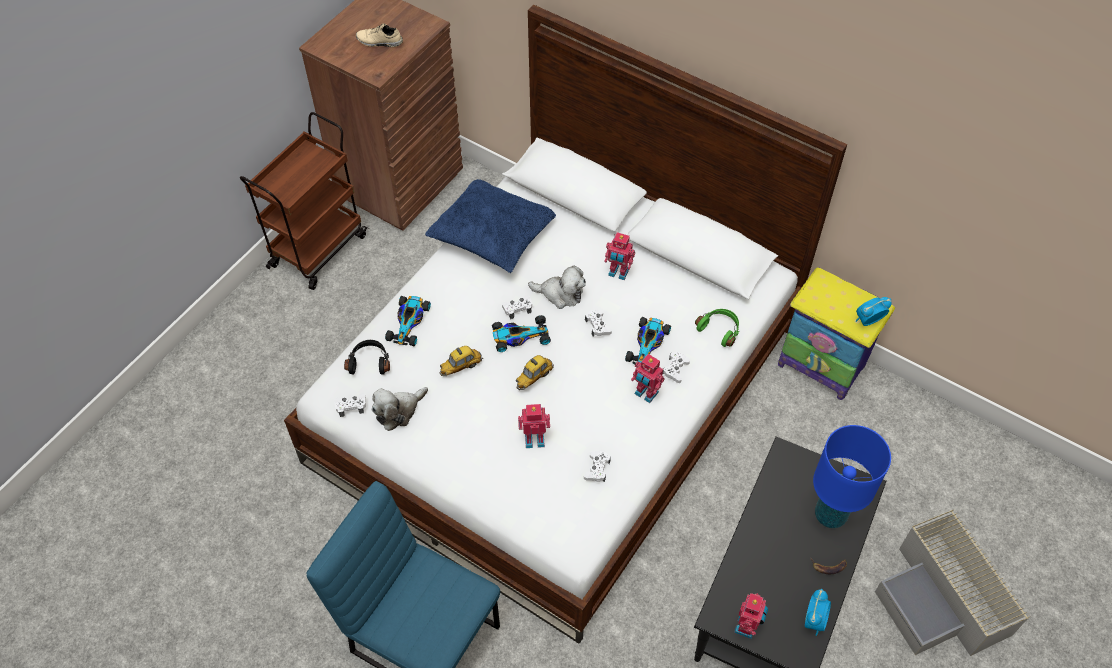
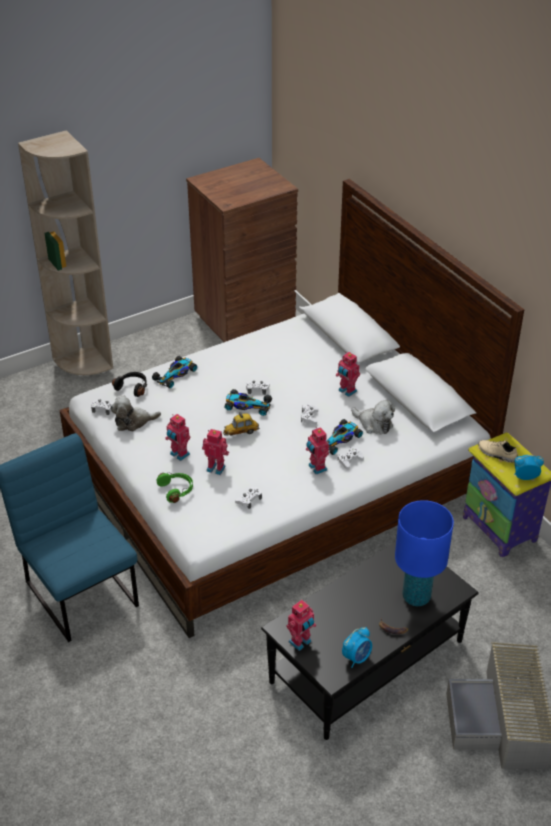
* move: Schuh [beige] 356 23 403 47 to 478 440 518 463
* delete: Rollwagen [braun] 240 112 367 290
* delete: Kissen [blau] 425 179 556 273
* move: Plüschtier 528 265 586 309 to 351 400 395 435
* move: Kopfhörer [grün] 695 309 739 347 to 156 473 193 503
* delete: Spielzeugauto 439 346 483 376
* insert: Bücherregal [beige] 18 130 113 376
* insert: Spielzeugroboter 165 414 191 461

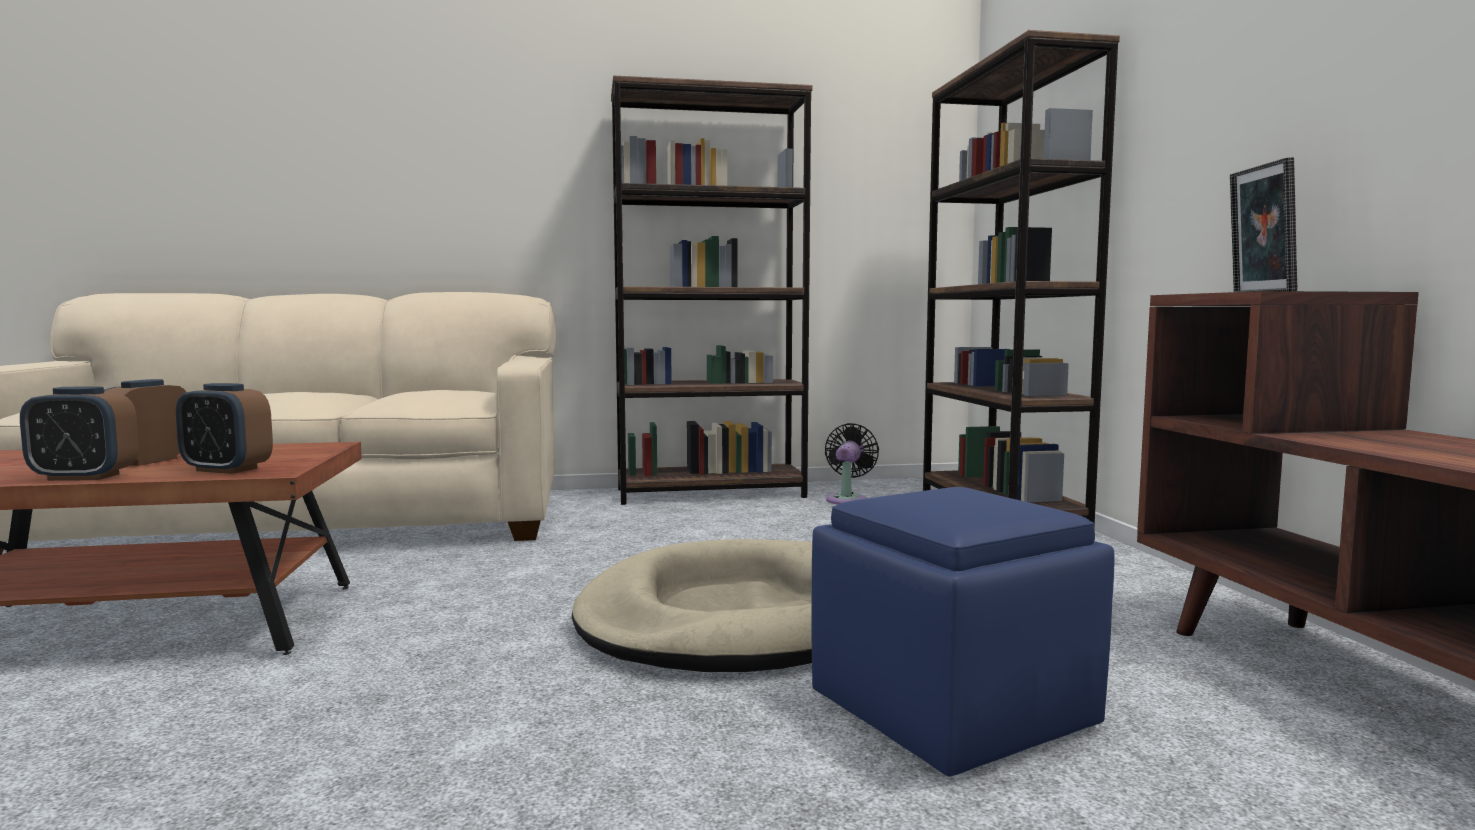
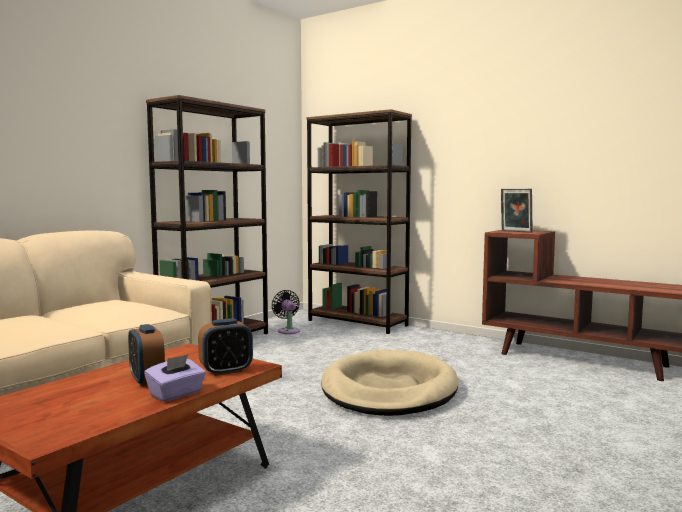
* replace: Wecker 20 386 139 481 to Taschentuchbox [lila] 144 354 206 402
* delete: Polsterhocker [blau] 811 487 1115 776

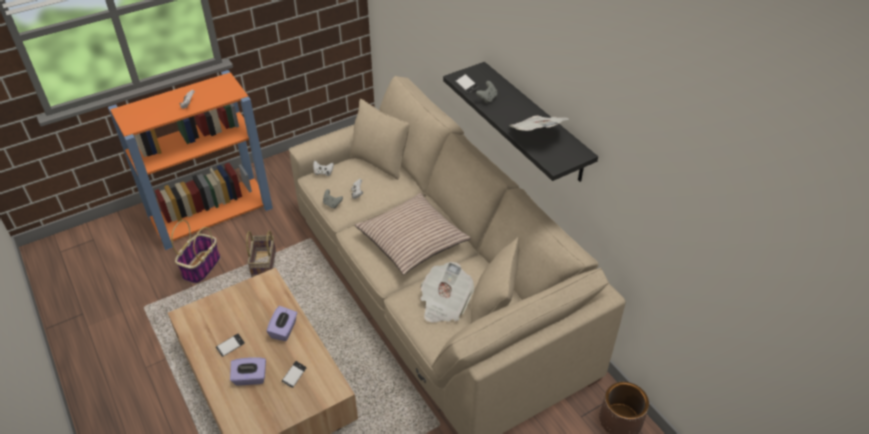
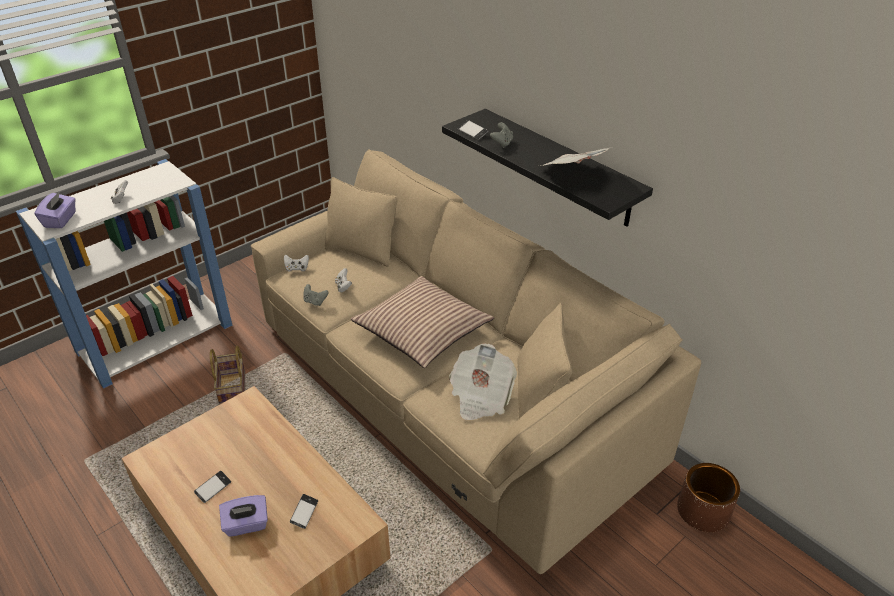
* recolor: Bücherregal [orange] 108 70 273 250 to Bücherregal [weiß] 16 159 233 389
* delete: Korb 171 220 221 284
* move: Taschentuchbox [lila] 267 306 297 341 to 35 191 76 228

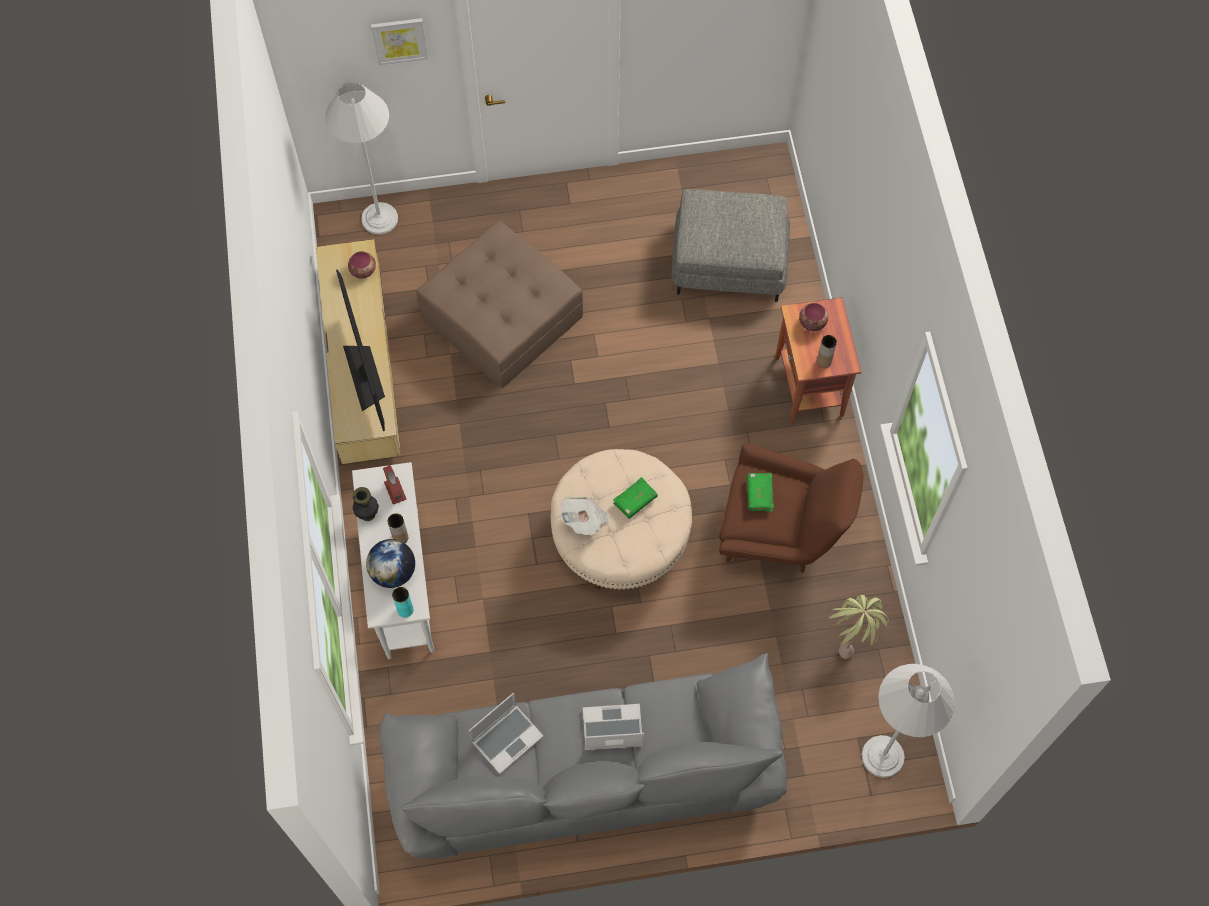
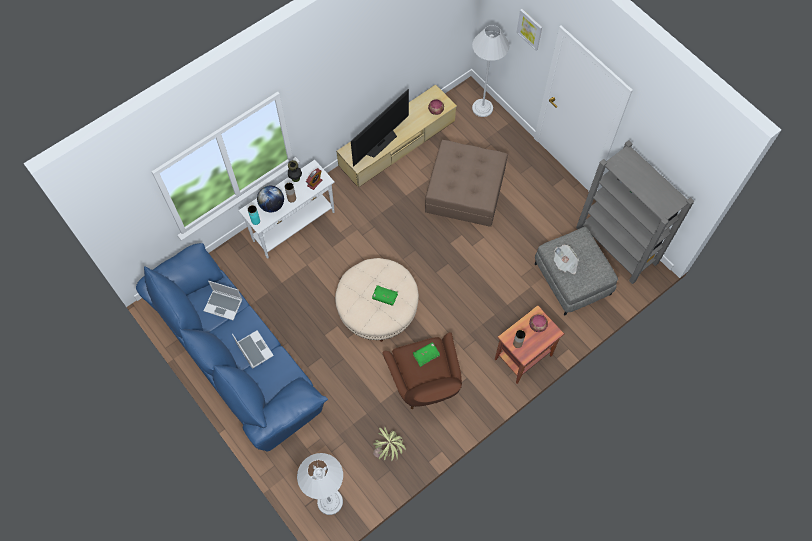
* move: Zeitung 559 496 610 536 to 554 245 579 274
* recolor: Sofa [grau] 379 653 787 859 to Sofa [blau] 136 243 328 452
* insert: Bücherregal [grau] 576 140 694 284

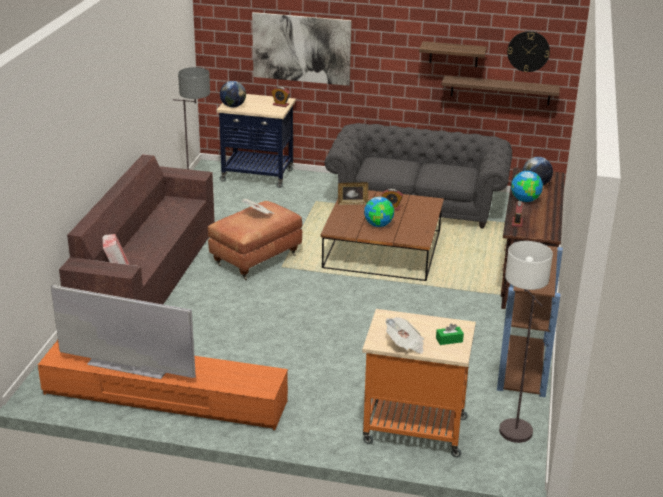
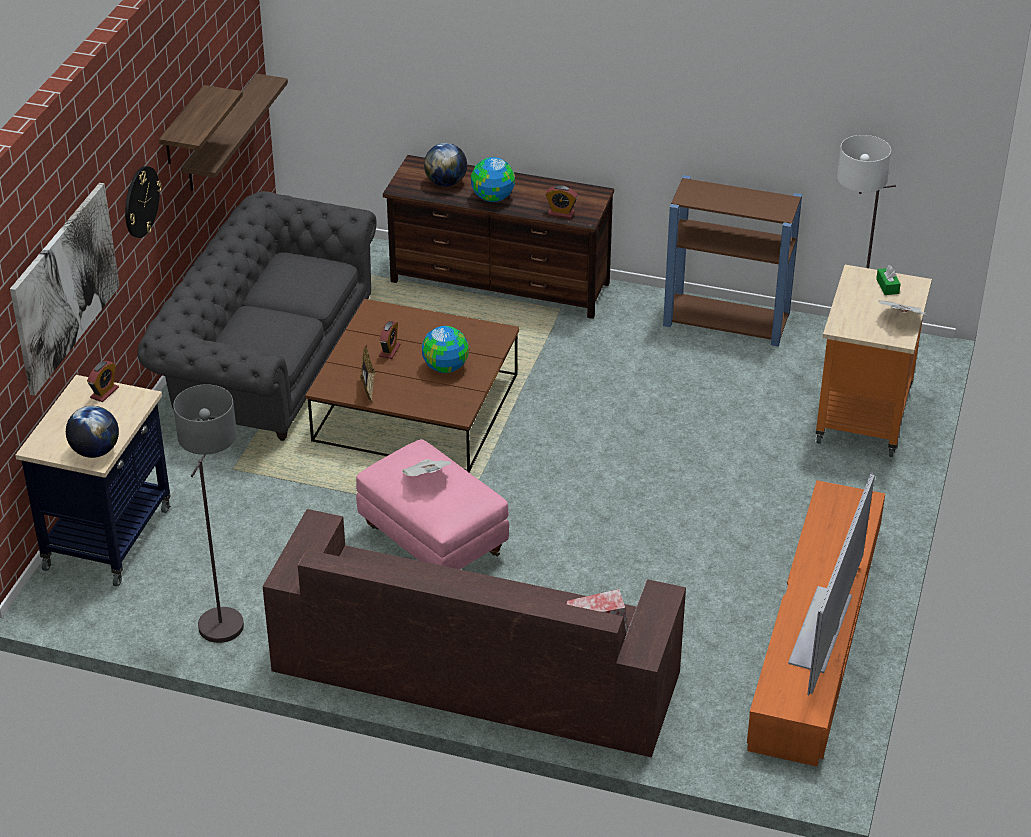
* move: Wanduhr 507 31 550 72 to 125 166 162 238
* recolor: Polsterhocker [braun] 208 201 302 280 to Polsterhocker [rosa] 356 439 509 569

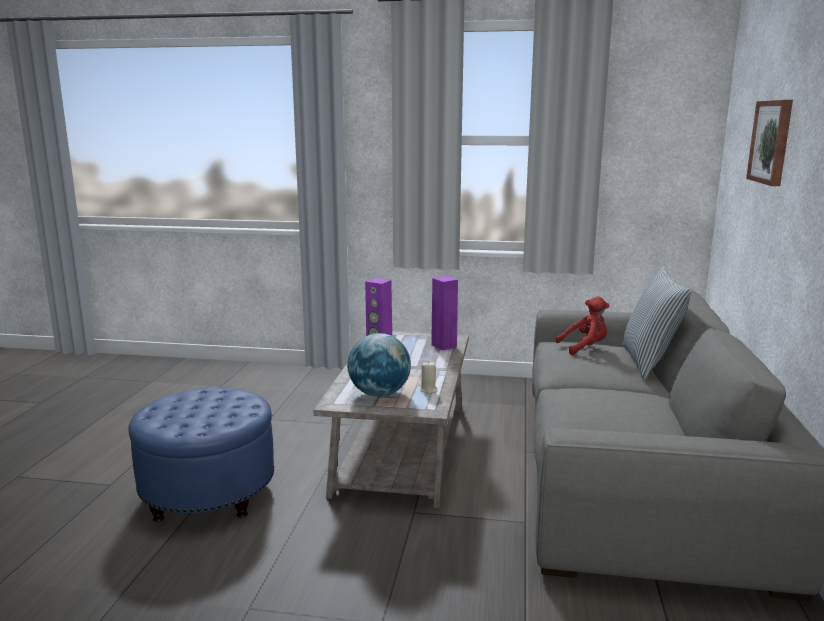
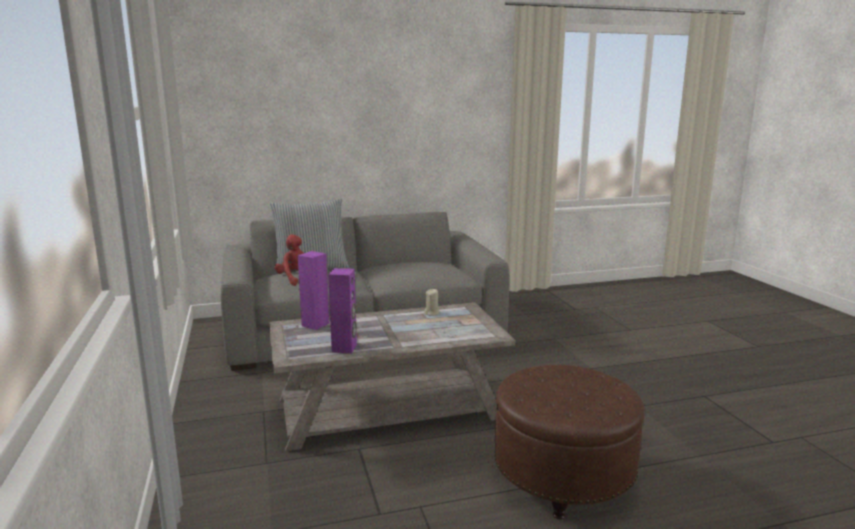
* delete: Bild 746 100 793 186
* delete: Globus 347 333 411 397
* recolor: Polsterhocker [blau] 128 388 274 522 to Polsterhocker [braun] 494 365 645 519

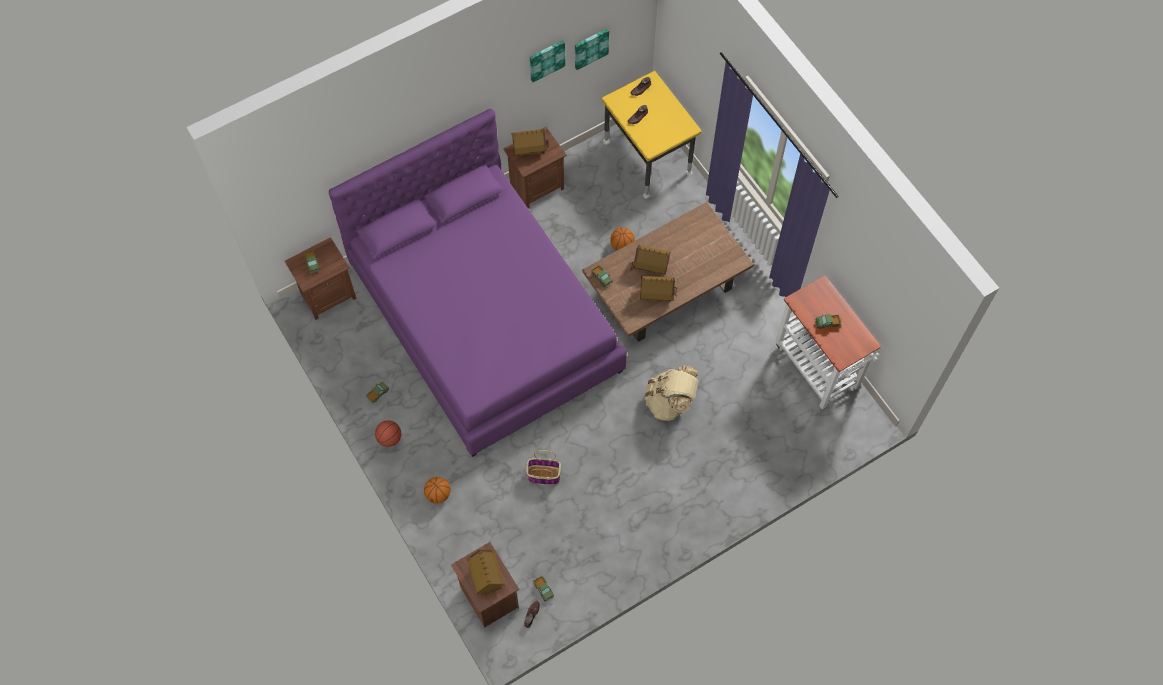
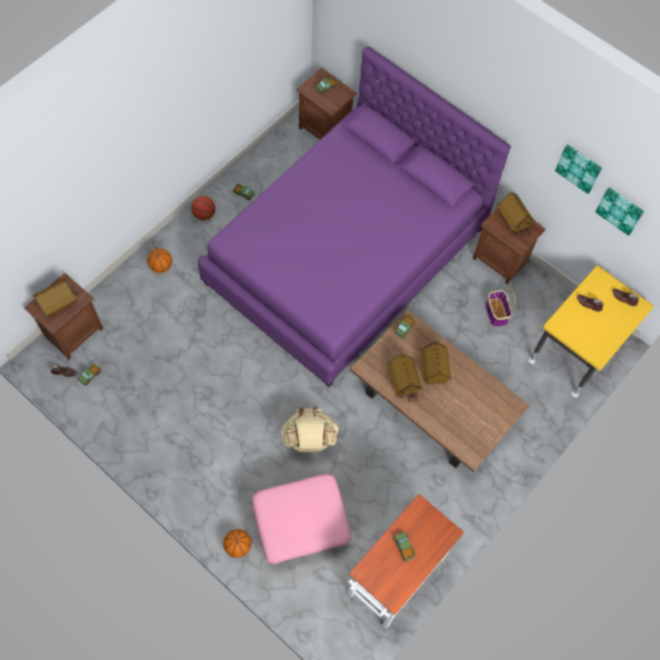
* move: Basketball 610 228 635 250 to 223 529 251 558
* move: Korb 526 450 561 485 to 486 288 516 327
* insert: Polsterhocker [rosa] 252 474 351 564

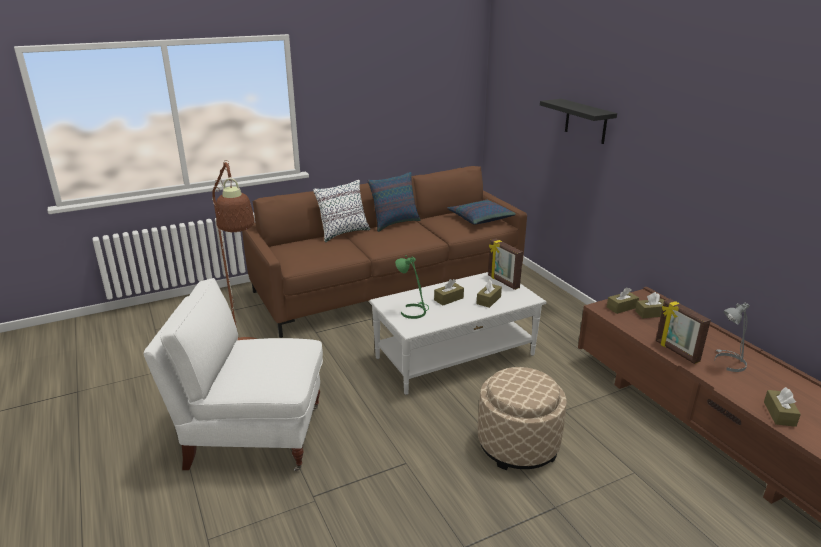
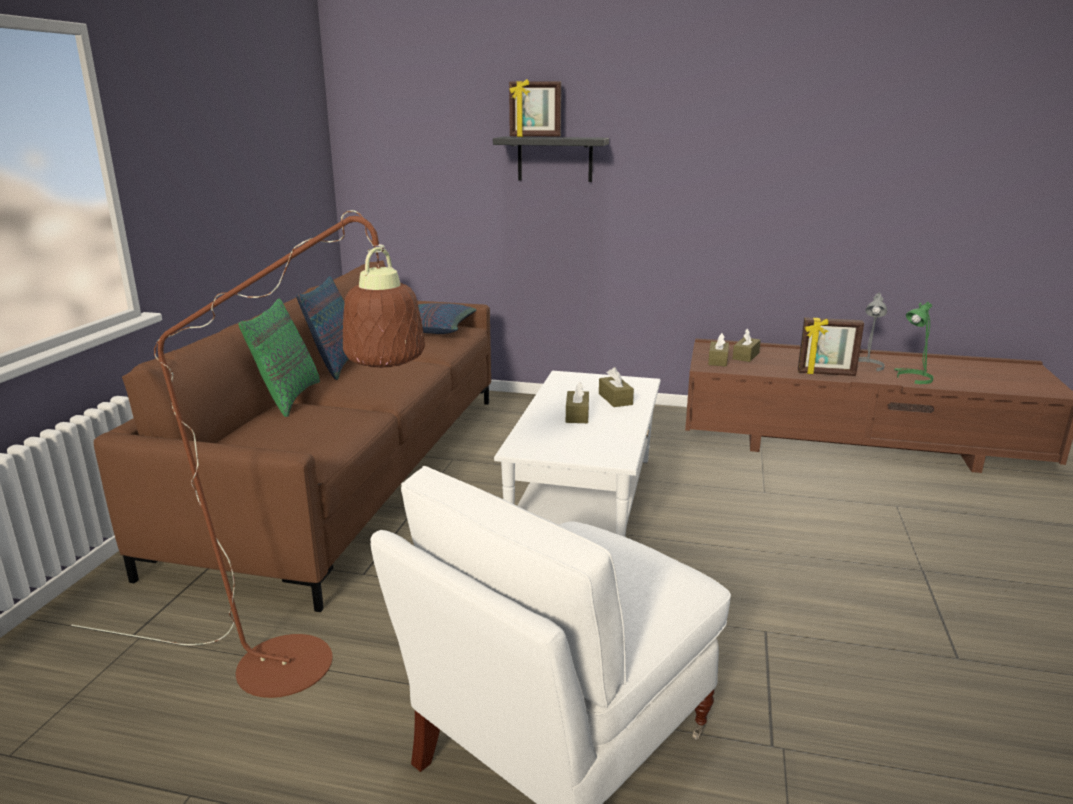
* recolor: Kissen [weiß] 313 180 370 242 to Kissen [grün] 238 299 320 417
* move: Bilderrahmen 488 238 523 290 to 509 79 561 137
* move: Tischlampe [grün] 395 255 429 319 to 894 302 934 384
* delete: Polsterhocker [beige] 478 367 567 470
* delete: Taschentuchbox [braun] 764 387 801 427

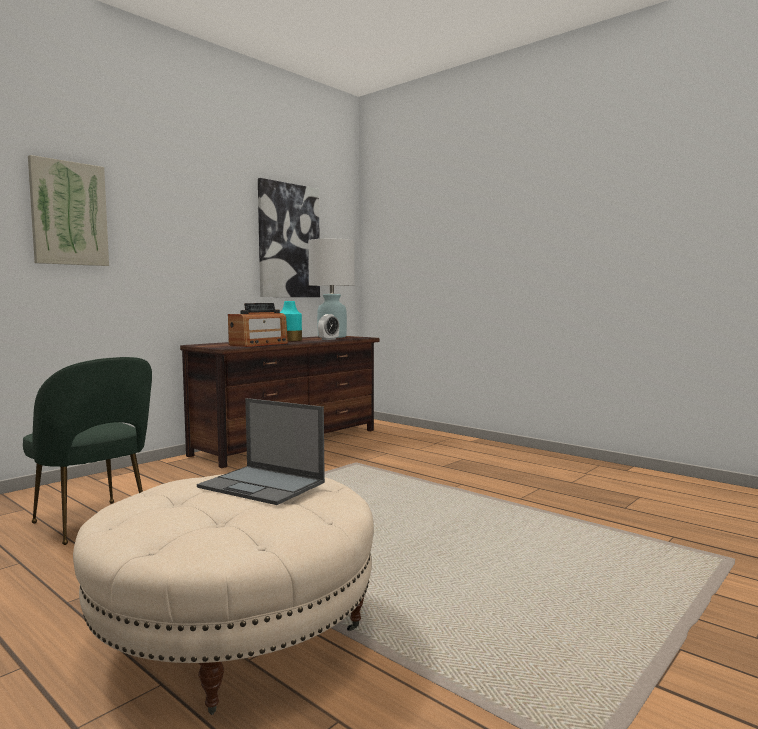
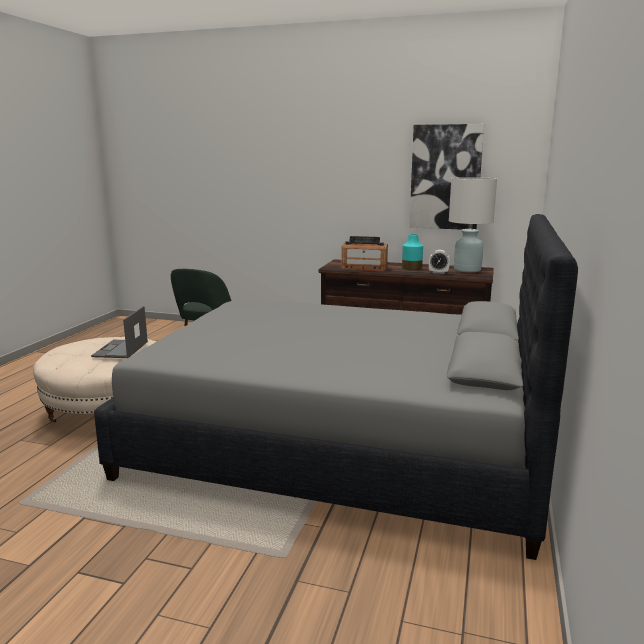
* delete: Bild 28 155 109 266
* insert: Bett [grau] 94 214 578 560

